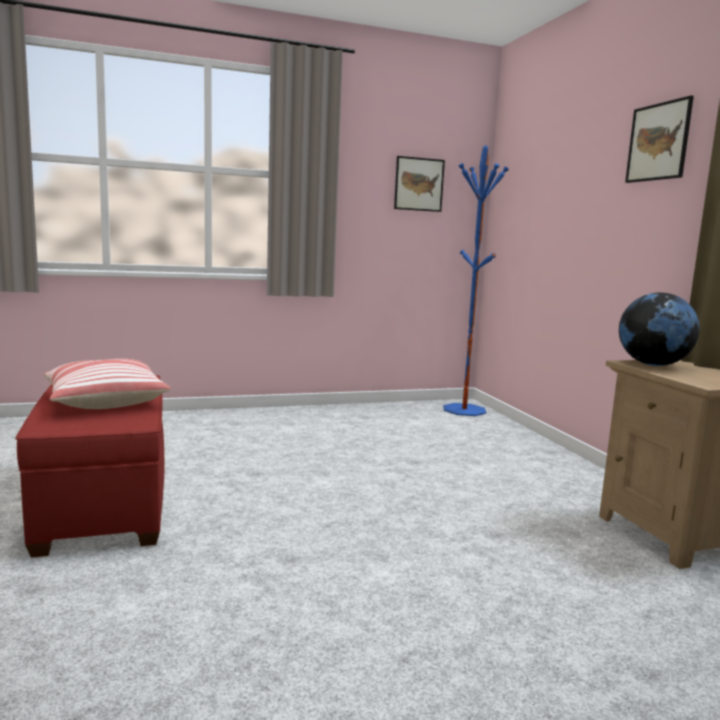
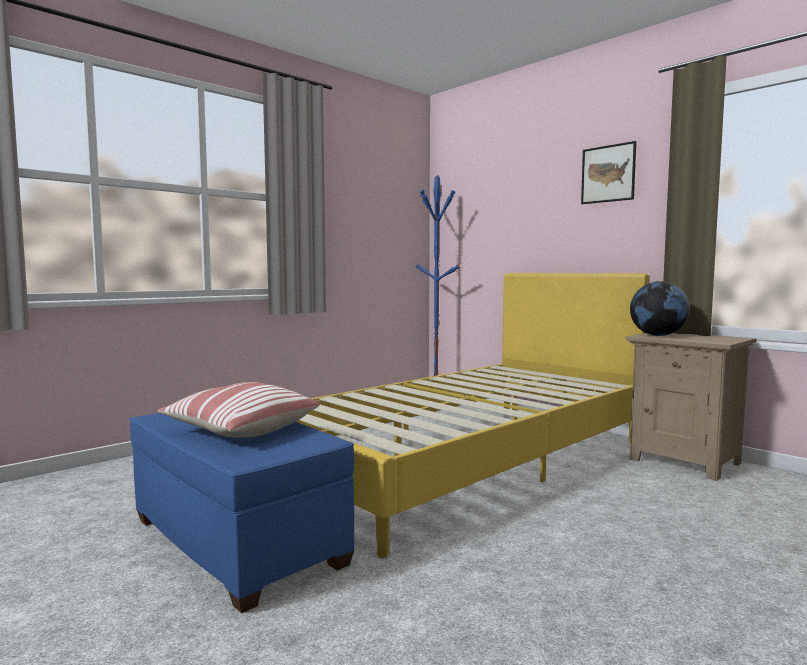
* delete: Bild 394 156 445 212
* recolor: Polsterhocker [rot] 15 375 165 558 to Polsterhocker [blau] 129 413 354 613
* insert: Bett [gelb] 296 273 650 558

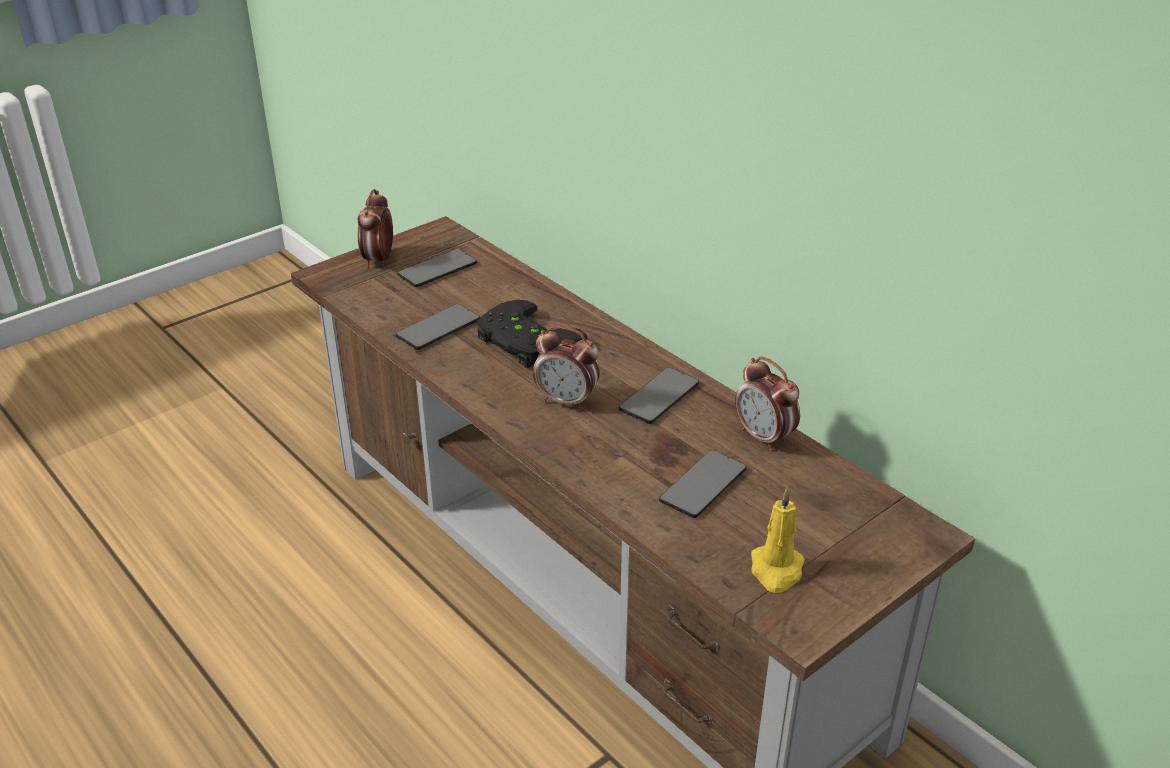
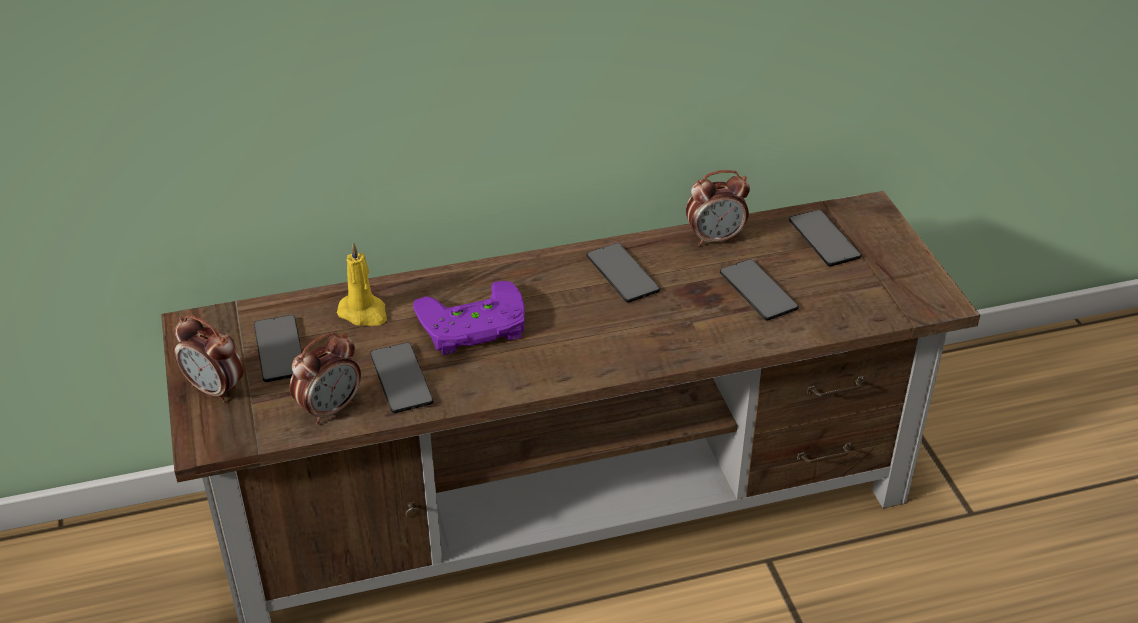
* recolor: Gamepad [schwarz] 477 300 587 368 to Gamepad [lila] 413 281 525 355
* move: Wecker 533 325 600 411 to 290 332 361 425
* move: Kerze [gelb] 751 488 805 593 to 337 242 387 326
* insert: Handy 789 210 861 266

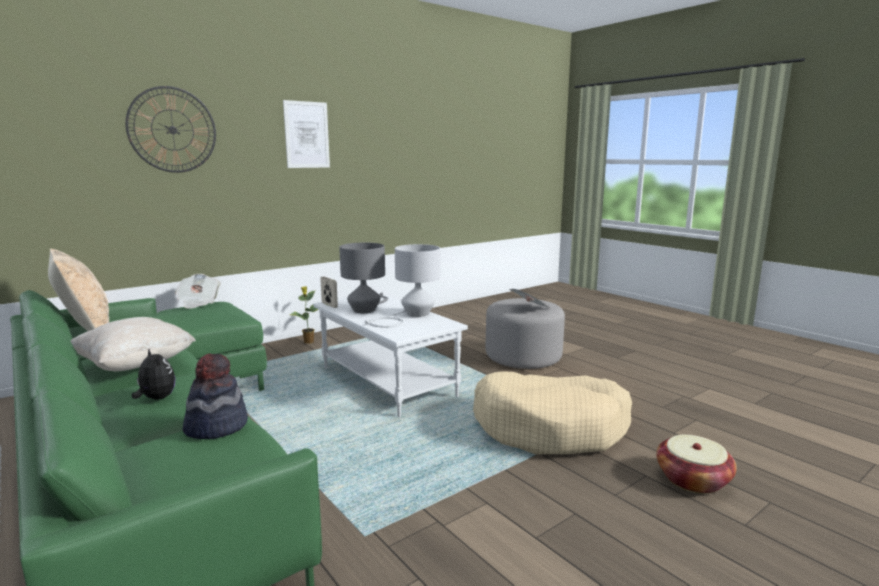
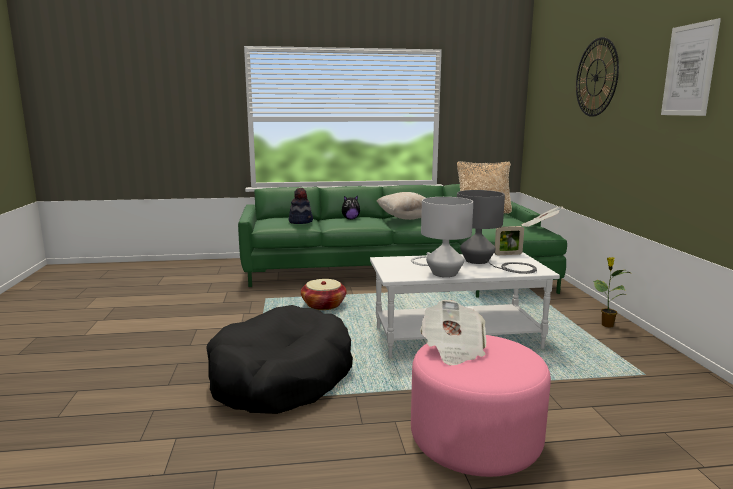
* recolor: Polsterhocker [grau] 486 298 565 369 to Polsterhocker [rosa] 411 335 551 477
* recolor: Hundebett [beige] 473 371 632 455 to Hundebett [schwarz] 206 305 353 414
* move: Korb 656 435 737 494 to 301 279 347 310

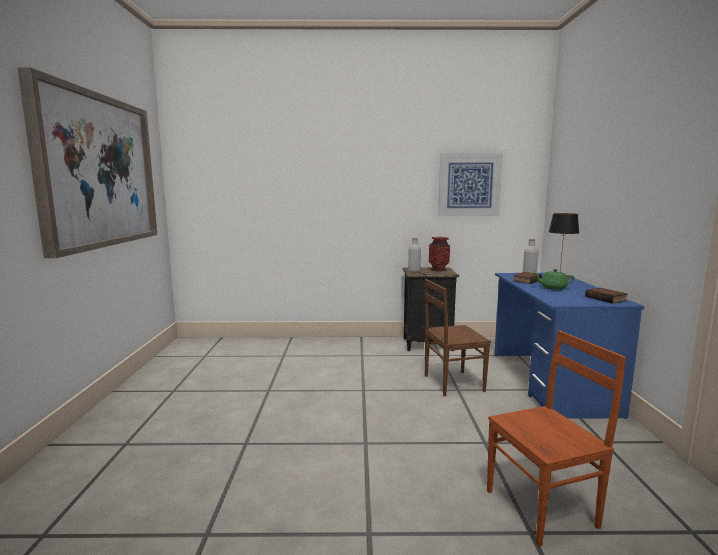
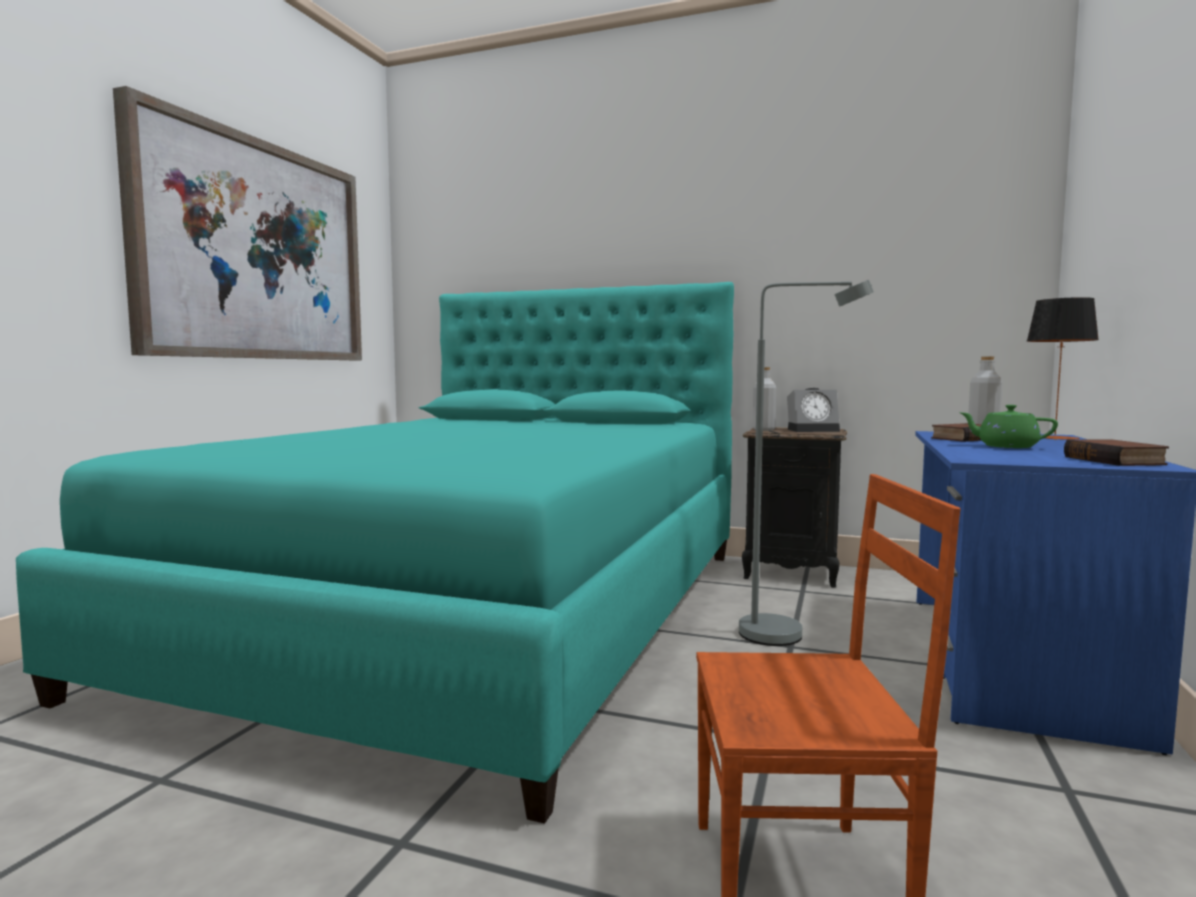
* delete: Bild 438 154 503 216
* replace: Vase 429 237 450 272 to Wecker 787 388 840 432
* replace: Stuhl [braun] 425 279 491 396 to Stehlampe [grau] 739 280 874 646
* insert: Bett [türkis] 16 282 734 824

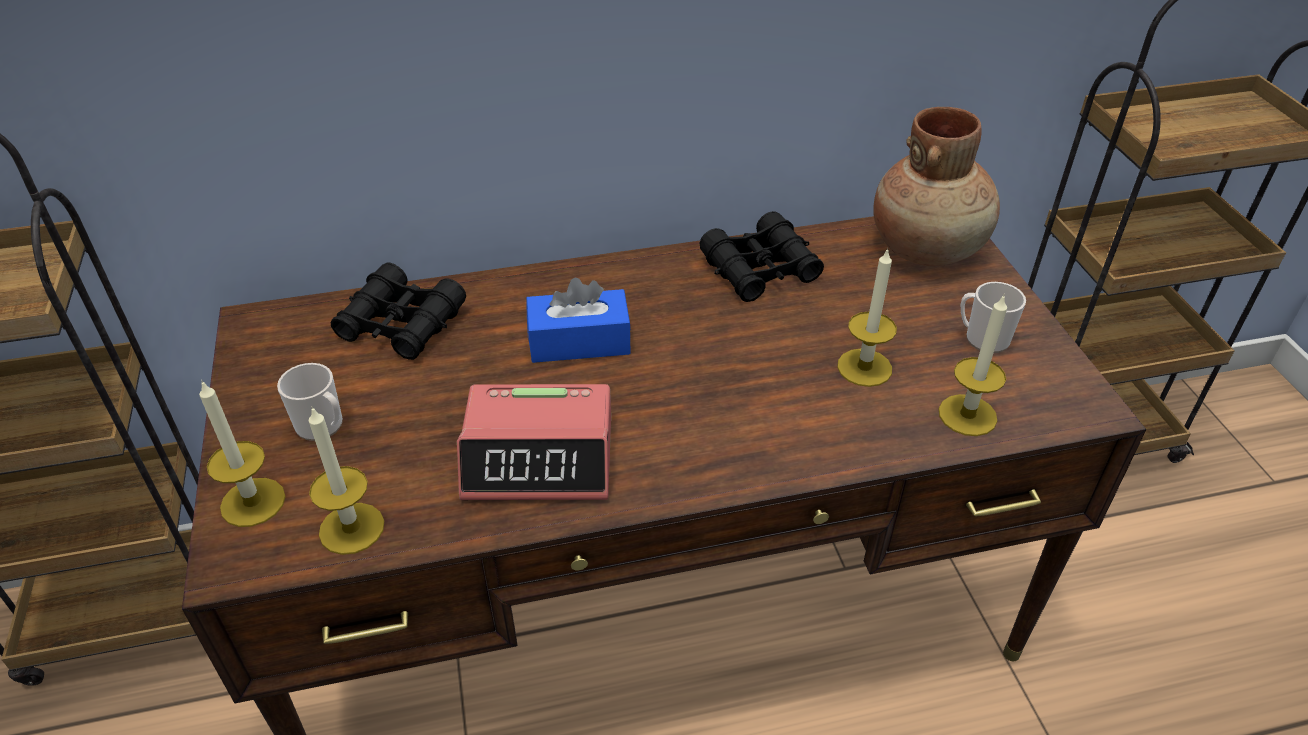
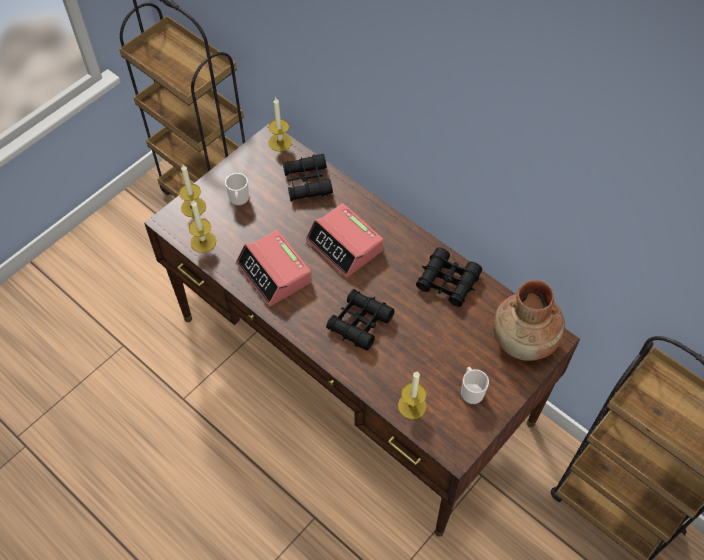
* move: Kerze 837 248 897 387 to 269 98 292 152
* replace: Taschentuchbox [blau] 526 277 631 363 to Wecker 306 203 384 278
* insert: Fernglas [schwarz] 326 289 394 350

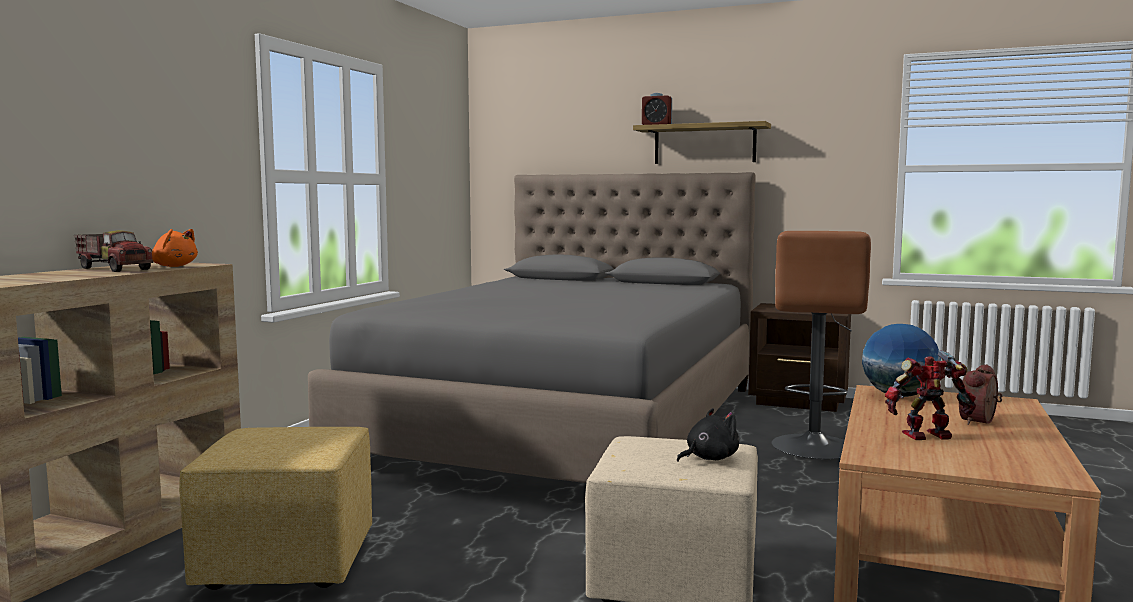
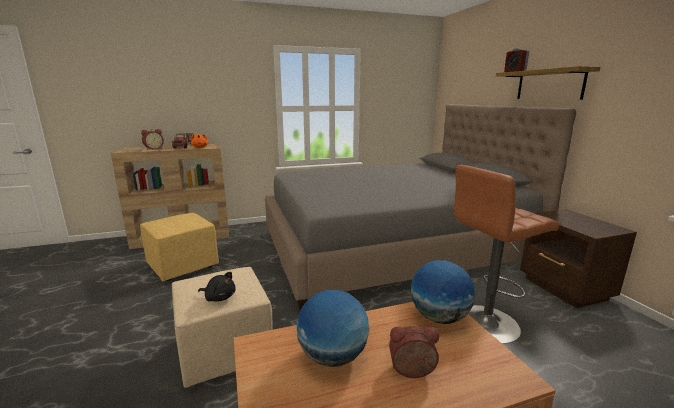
* replace: Spielzeugroboter 885 350 976 440 to Globus 297 290 369 367
* insert: Wecker 141 129 164 150

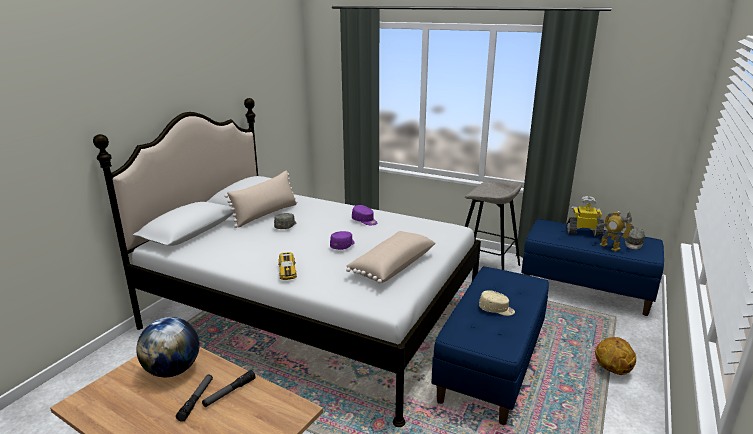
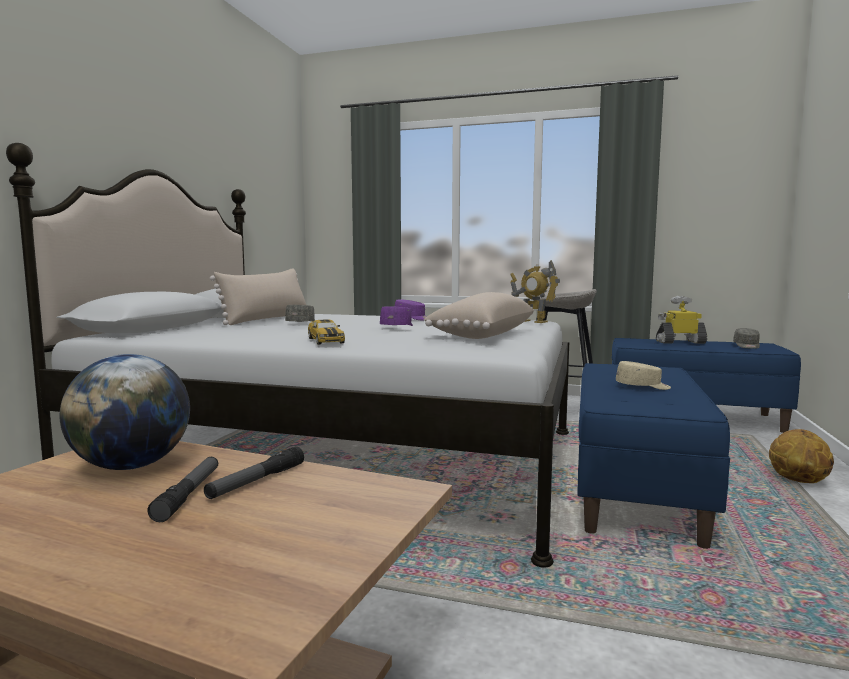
* move: Spielzeugroboter 596 211 634 251 to 510 260 560 323

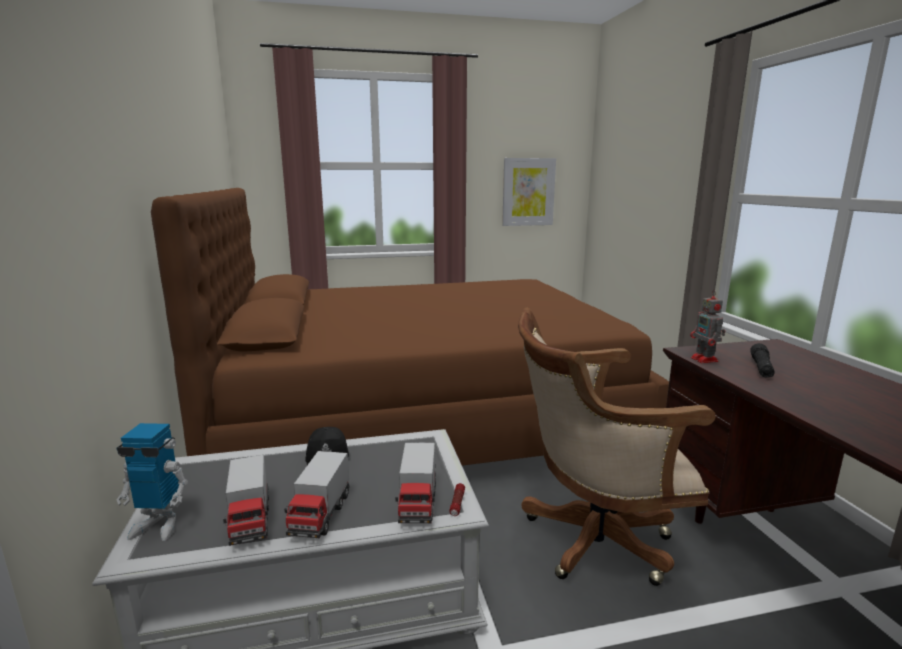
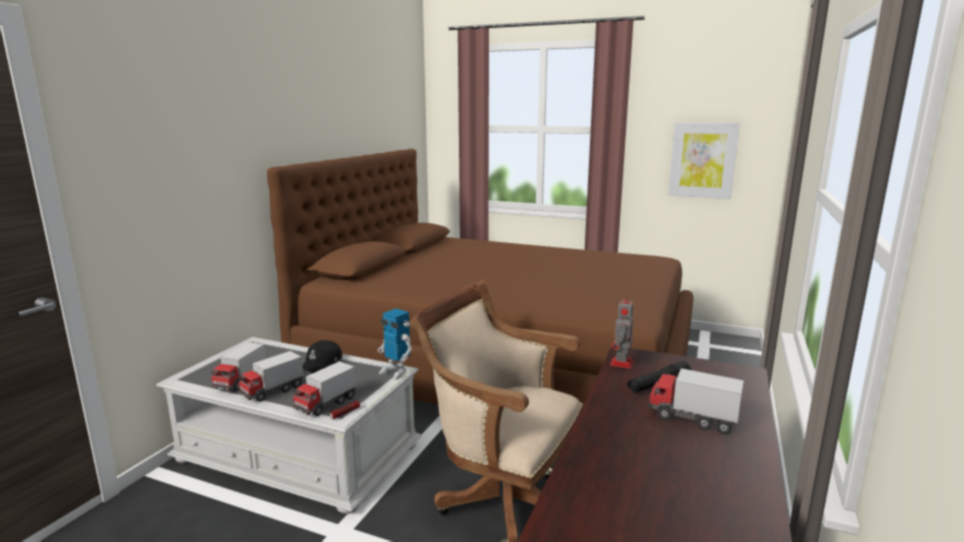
* move: Spielzeugroboter 116 423 188 541 to 378 308 413 380
* insert: Spielzeuglaster 647 368 744 434

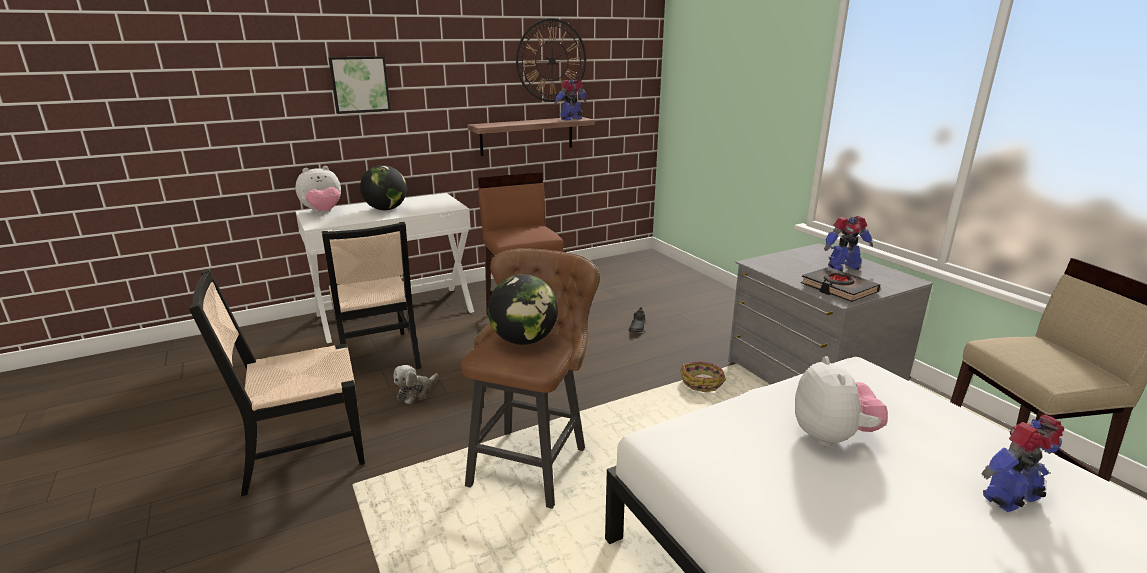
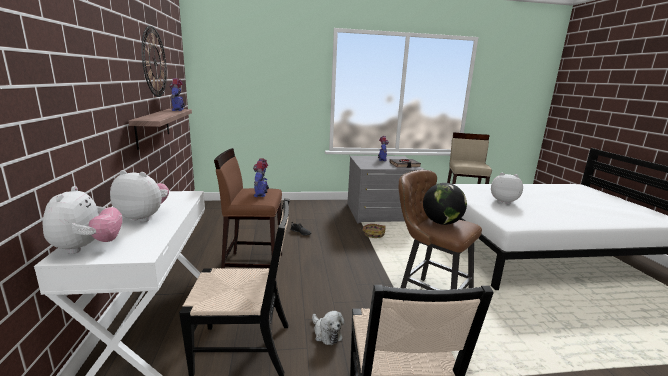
* delete: Bild 328 56 391 114
* replace: Globus 360 165 407 210 to Plüschtier 110 170 169 222
* move: Spielzeugroboter 982 415 1064 512 to 253 158 269 197

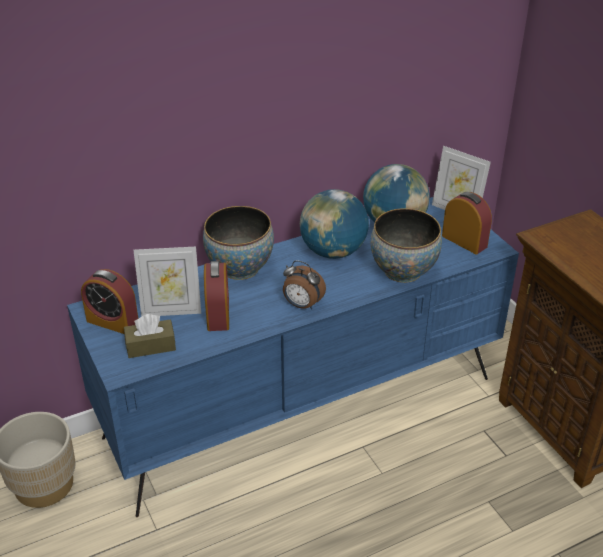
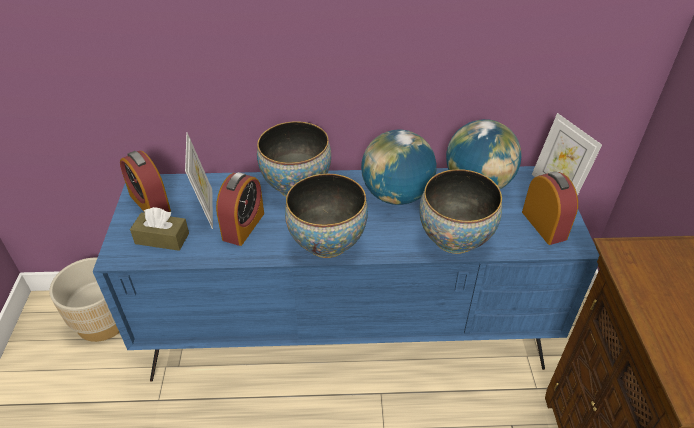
* rotate: Bilderrahmen 133 247 201 317 = 185 132 213 229 120 degrees counterclockwise
* replace: Wecker 283 260 326 310 to Schüssel 285 174 368 258

